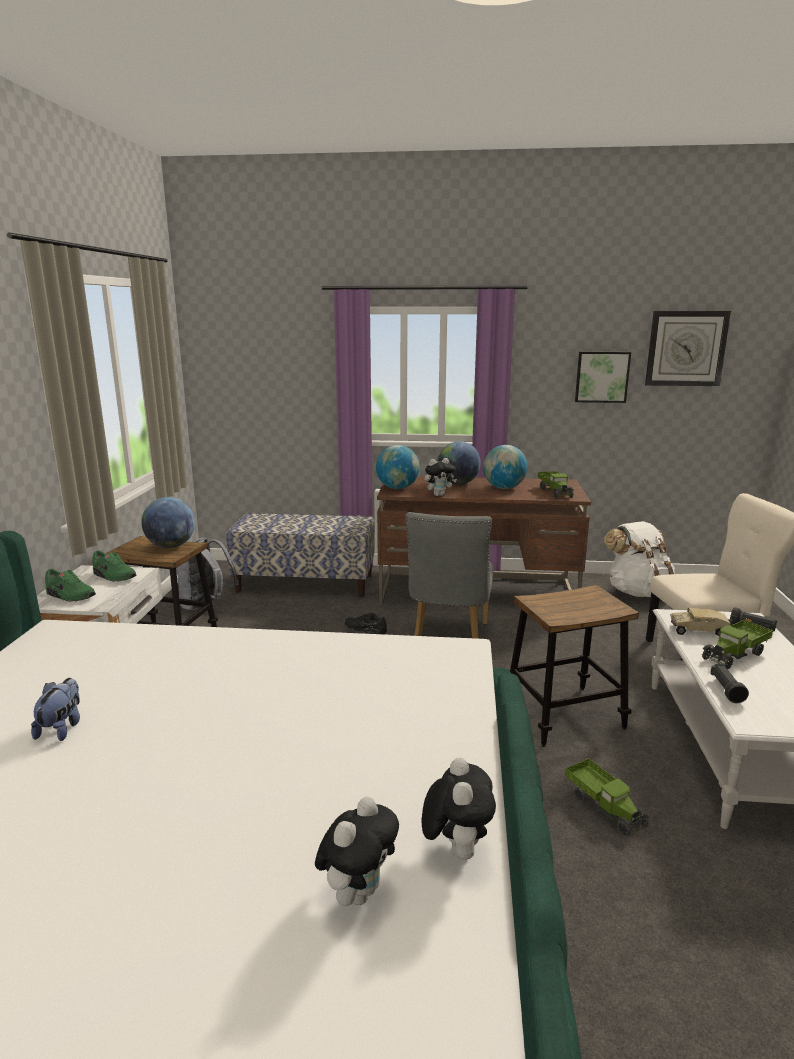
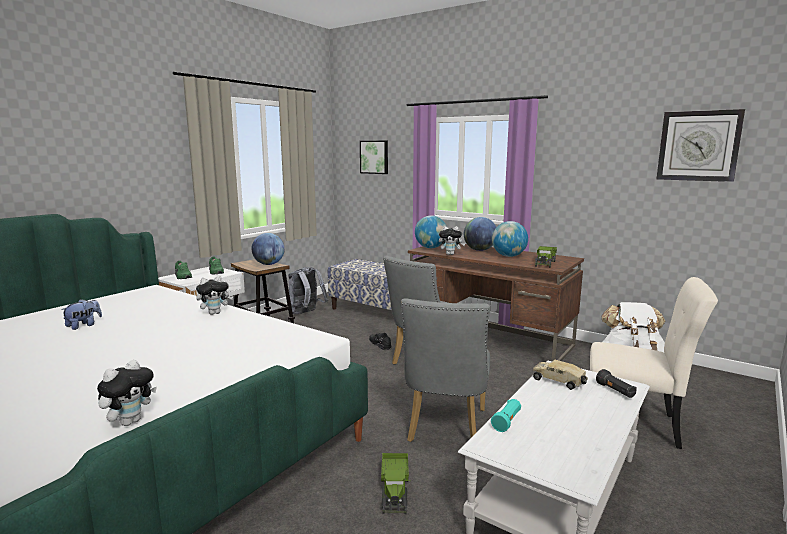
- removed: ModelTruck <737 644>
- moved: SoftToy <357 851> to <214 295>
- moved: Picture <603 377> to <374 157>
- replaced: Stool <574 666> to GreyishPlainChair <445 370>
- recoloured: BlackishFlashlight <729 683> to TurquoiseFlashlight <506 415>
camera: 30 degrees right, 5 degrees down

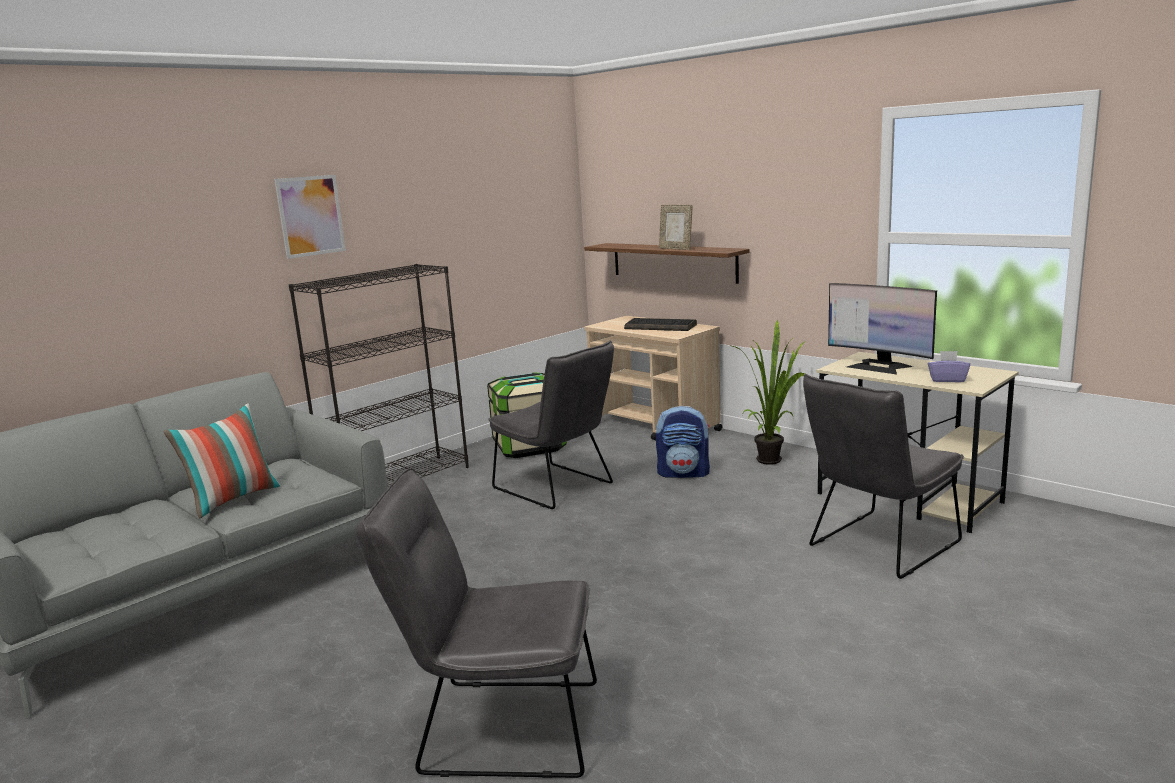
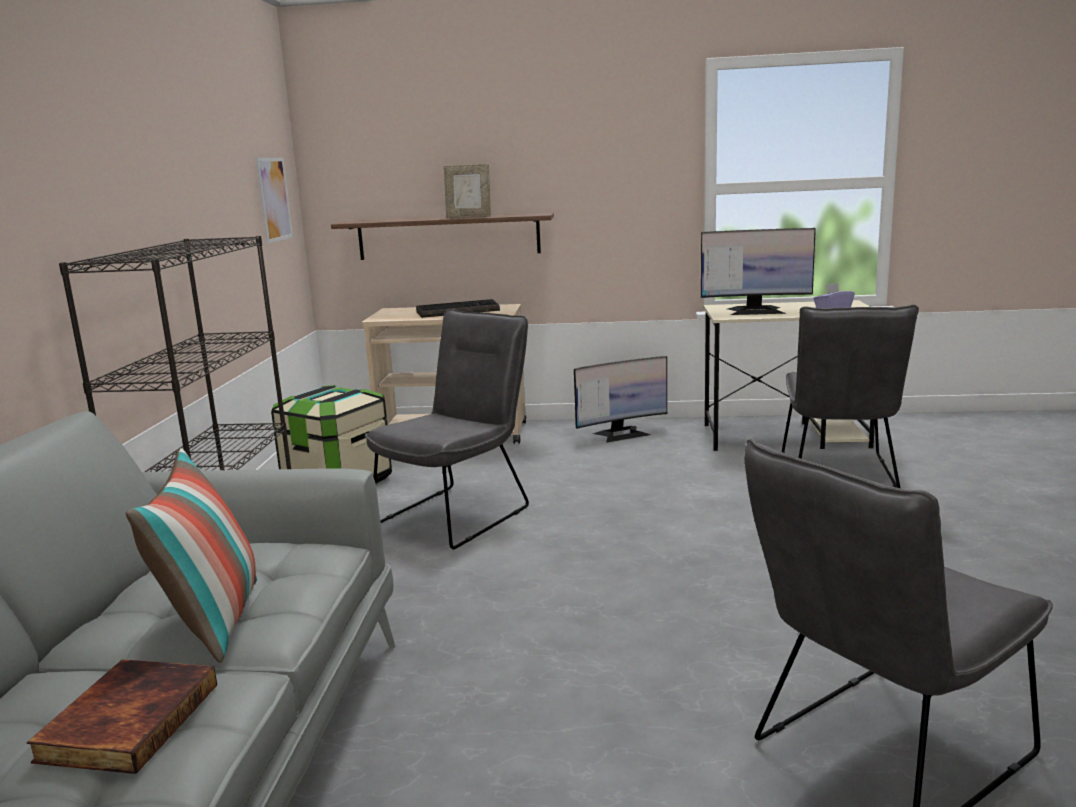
- removed: Rucksack <683 442>
- added: BoundBook <121 716>
- moved: Picture <310 217> to <274 201>
- replaced: Houseplant <769 392> to ComputerDisplay <620 399>
- turned: GreyishPlainChair <551 425> = <447 429> 60 degrees counterclockwise
camera: 40 degrees left, 0 degrees up

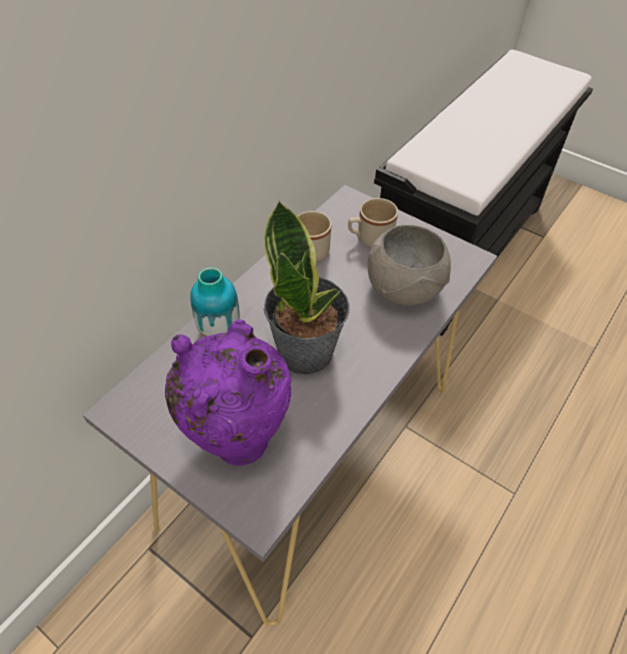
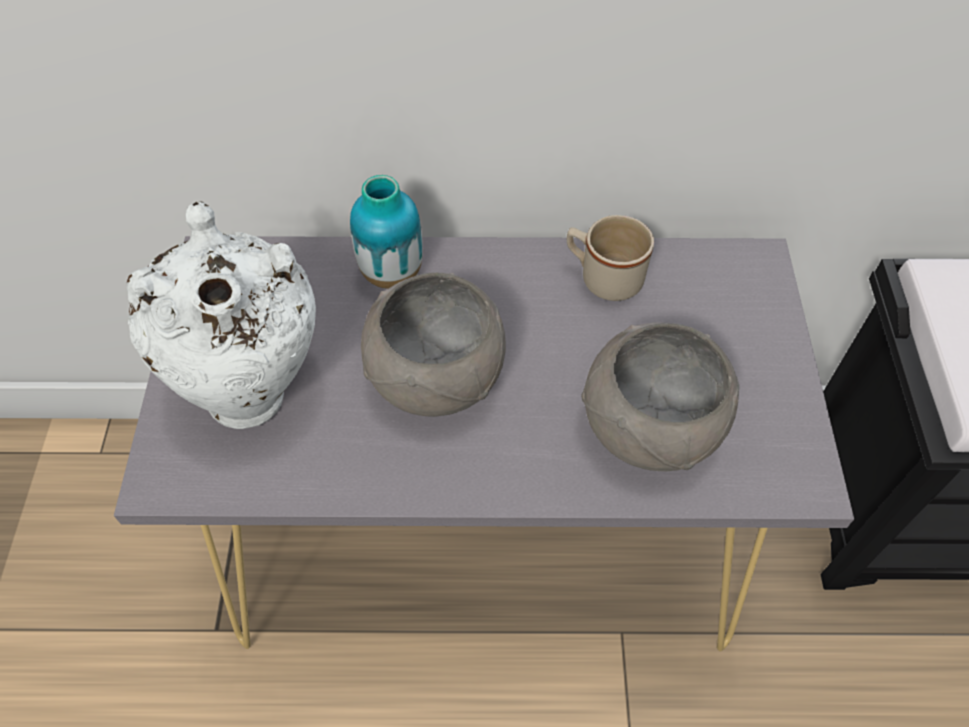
- removed: SandColouredCoffeeMug <373 222>
- replaced: Houseplant <307 287> to GreyishServingBowl <433 344>
- recoloured: PurpleDecorativeVase <228 392> to WhiteColouredDecorativeVase <221 315>
camera: 55 degrees right, 5 degrees up

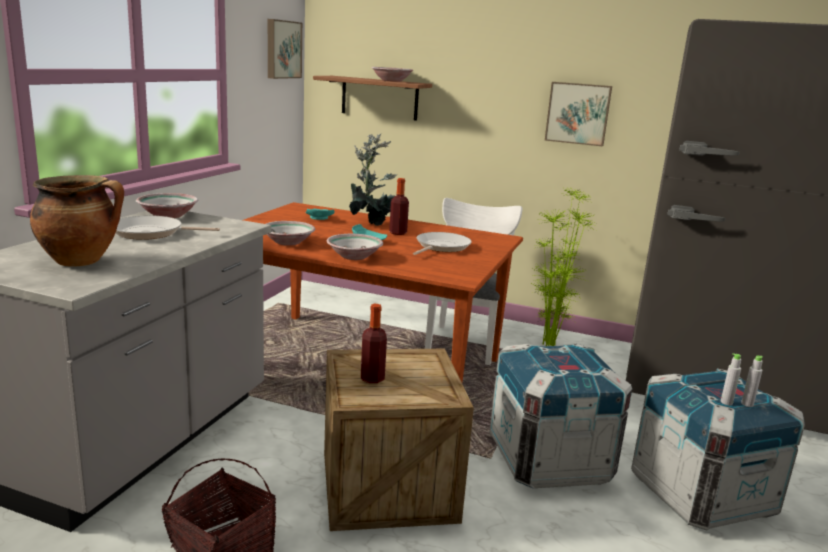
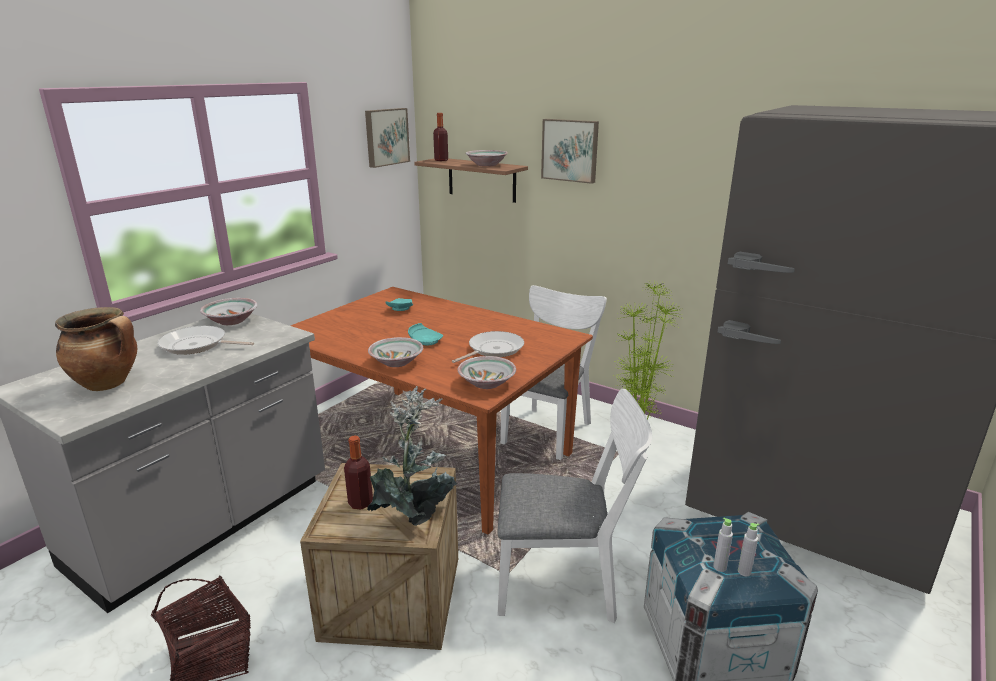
- moved: ServingBowl <290 233> to <487 372>
- moved: Houseplant <373 179> to <412 456>
- moved: BeverageBottle <399 206> to <440 137>
- moved: Picture <578 114> to <570 151>
- replaced: Crate <560 416> to WhiteColouredPlainChair <574 506>
camera: 15 degrees right, 5 degrees up

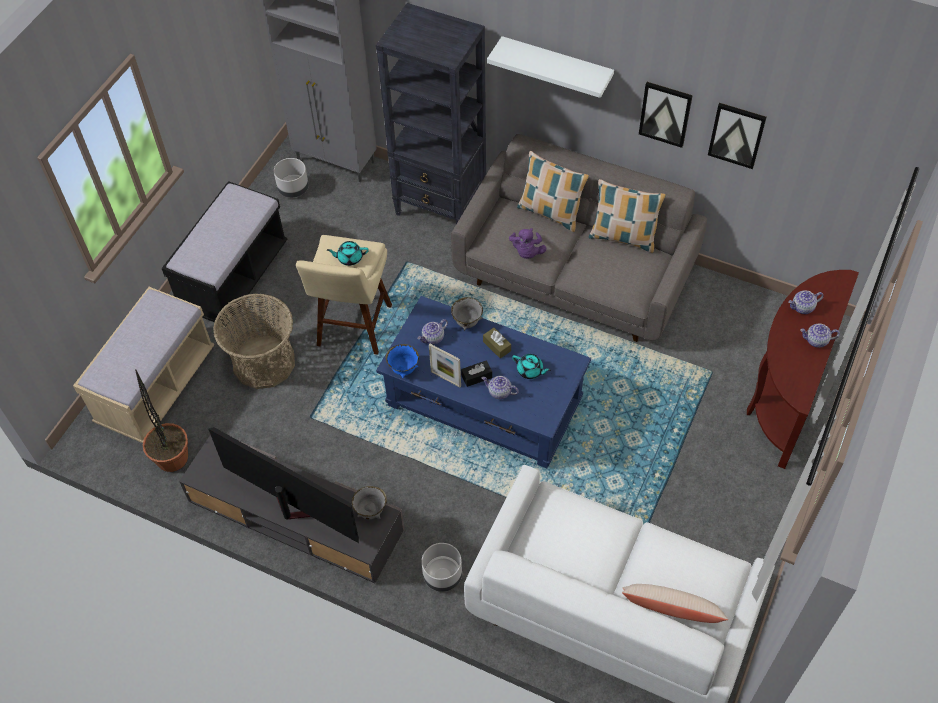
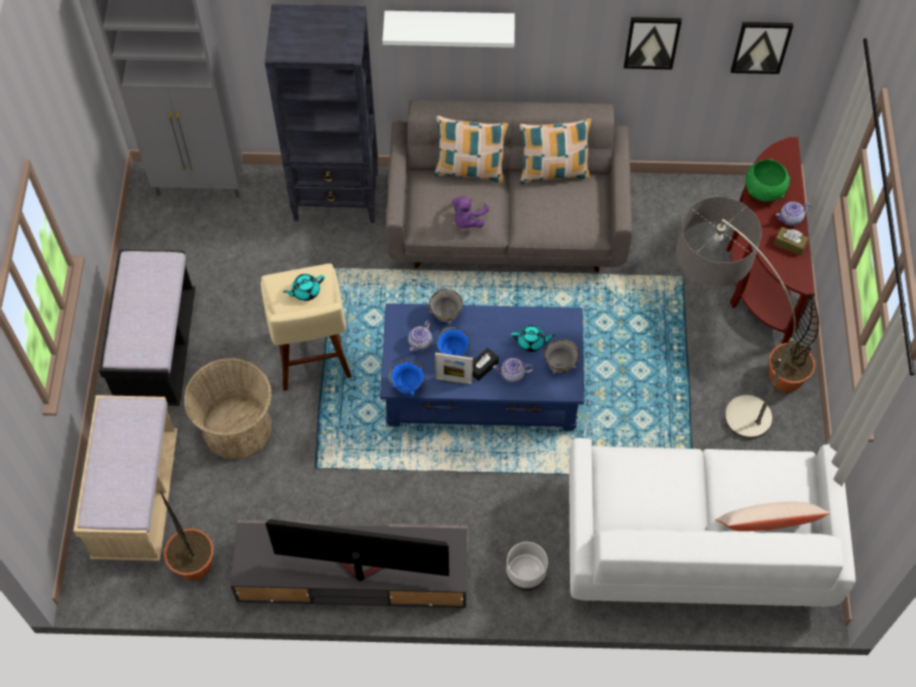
- removed: GreyishPlanter <291 178>
- added: BluishServingBowl <454 342>
- added: StandingLamp <736 318>
- added: Houseplant <794 342>
- moved: GreyishServingBowl <369 502> to <561 356>
- moved: BrownColouredBoxOfTissues <497 343> to <791 241>
- moved: Picture <666 115> to <762 48>
- replaced: Teapot <806 302> to GreenishServingBowl <768 180>
- turned: PurpleSoftToy <527 243> = <470 212> 45 degrees clockwise
camera: 25 degrees left, 5 degrees up

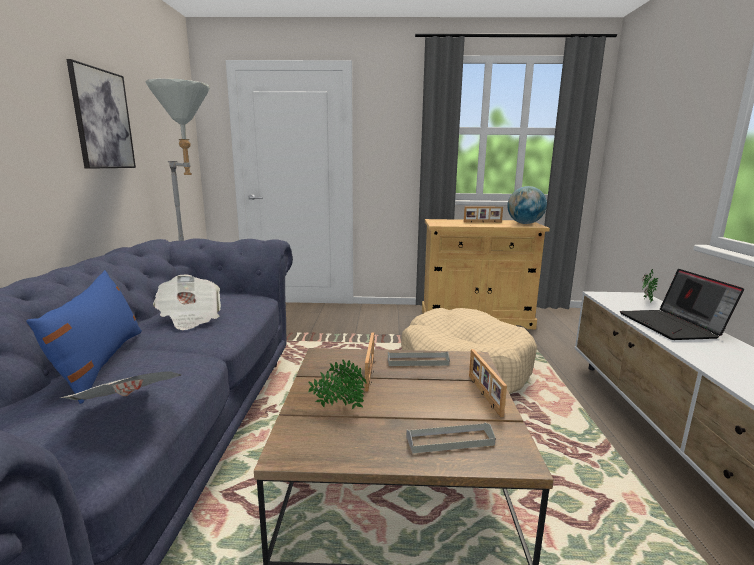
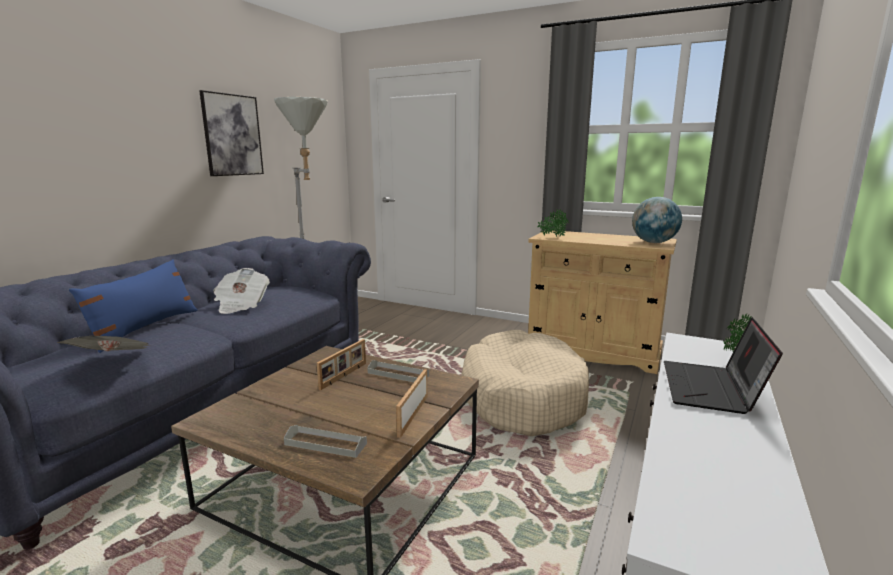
- removed: StandingFrame <483 215>
- moved: Houseplant <337 384> to <553 223>
camera: 25 degrees right, 0 degrees up

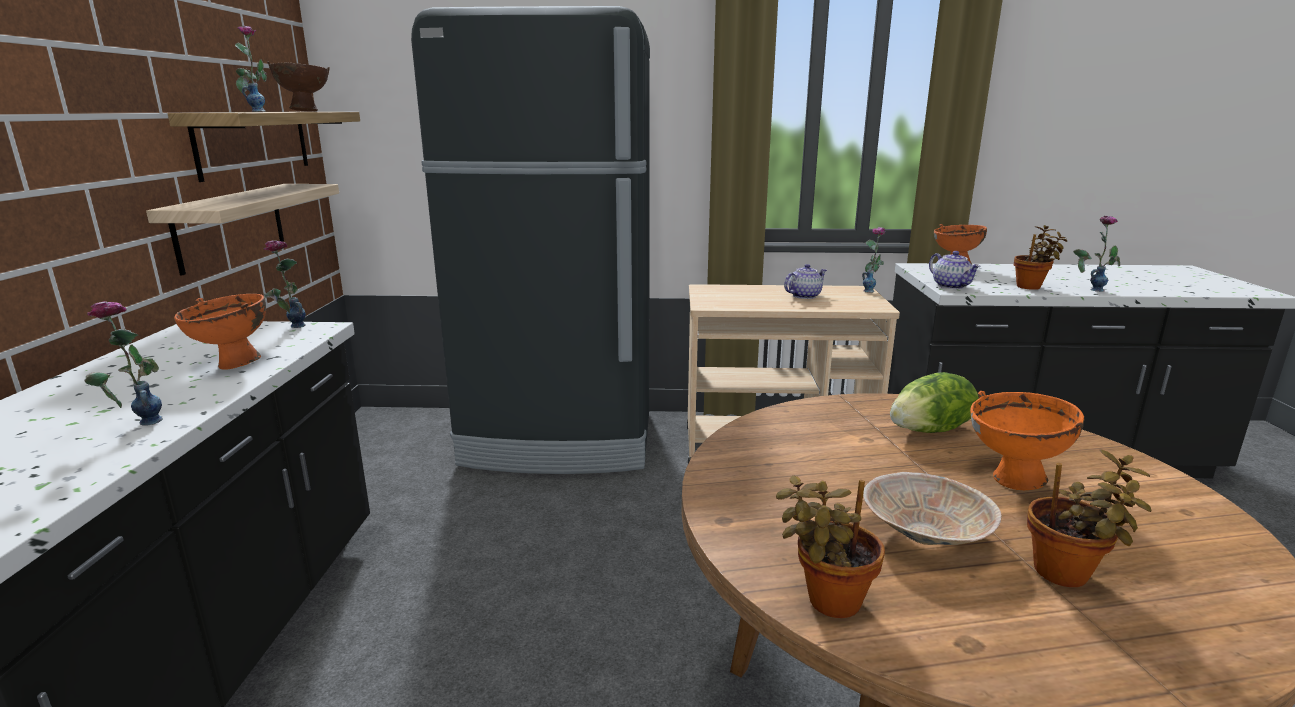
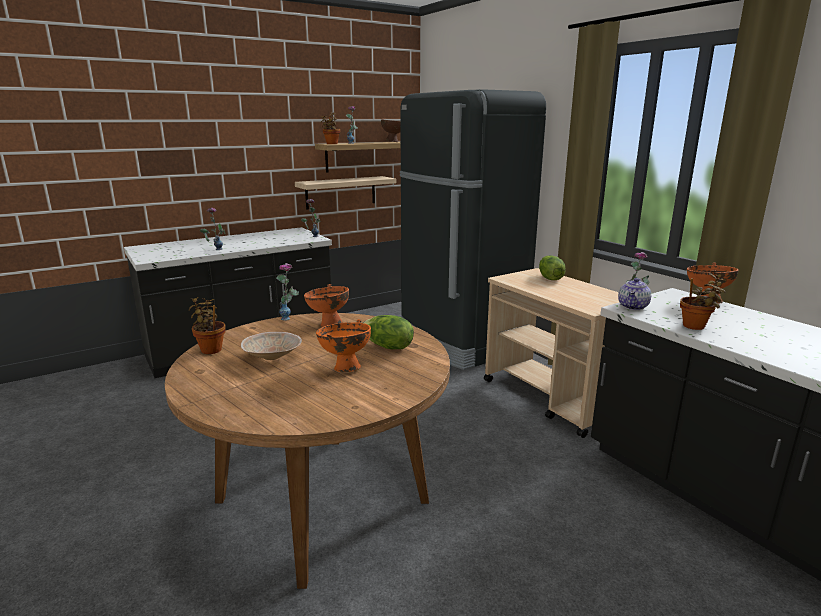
- removed: Teapot <805 281>
- added: HeadOfLettuce <552 267>
- moved: OrangeyServingBowl <220 332> to <326 305>
- moved: Houseplant <1089 518> to <330 128>
- moved: DecorativeVase <1096 254> to <287 292>
camera: 55 degrees right, 0 degrees up

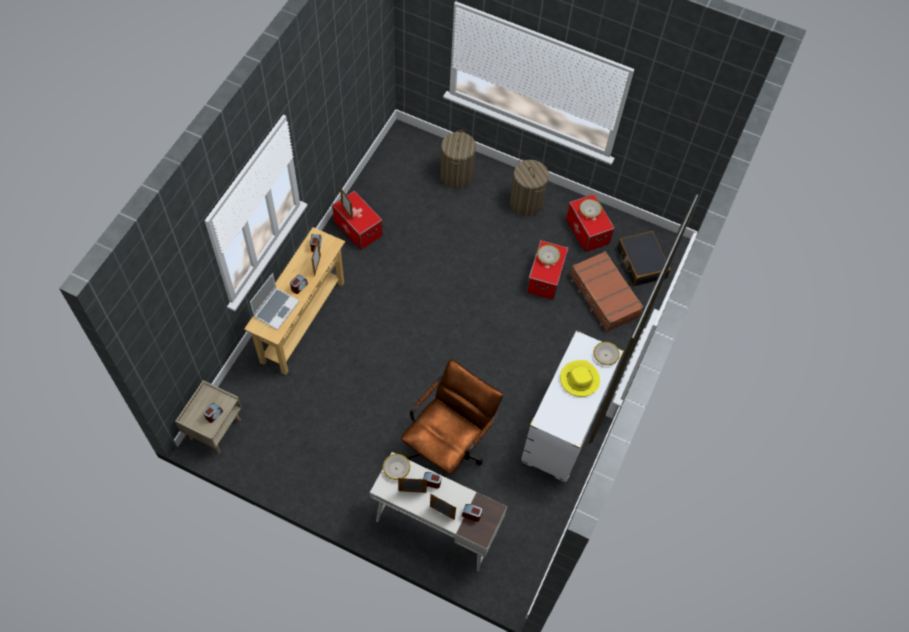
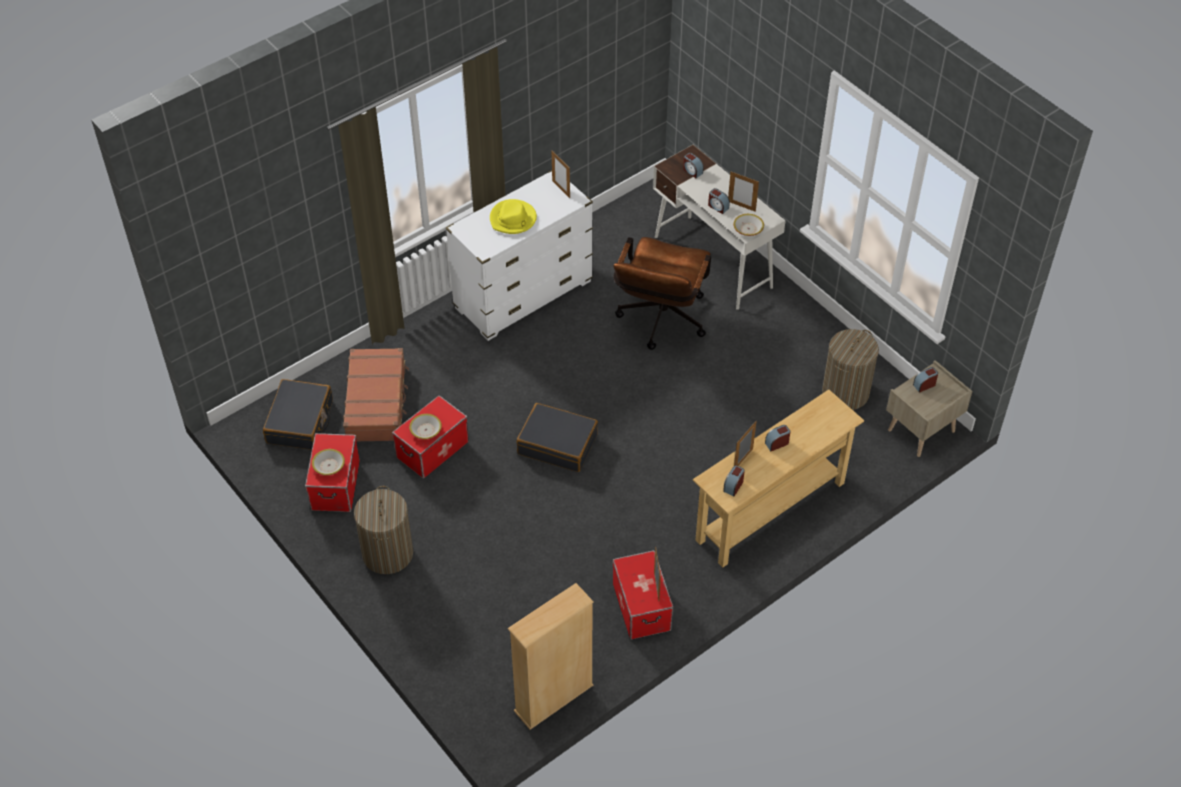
- removed: Laptop <274 301>
- removed: ServingBowl <606 353>
- added: SandColouredBookcase <551 656>
- added: BlackishSuitcase <557 437>
- moved: StandingFrame <443 507> to <561 174>
- moved: Hamper <458 159> to <850 369>
- turned: BrownColouredOfficeChair <452 418> = <662 293> 45 degrees counterclockwise
camera: 150 degrees left, 10 degrees down

